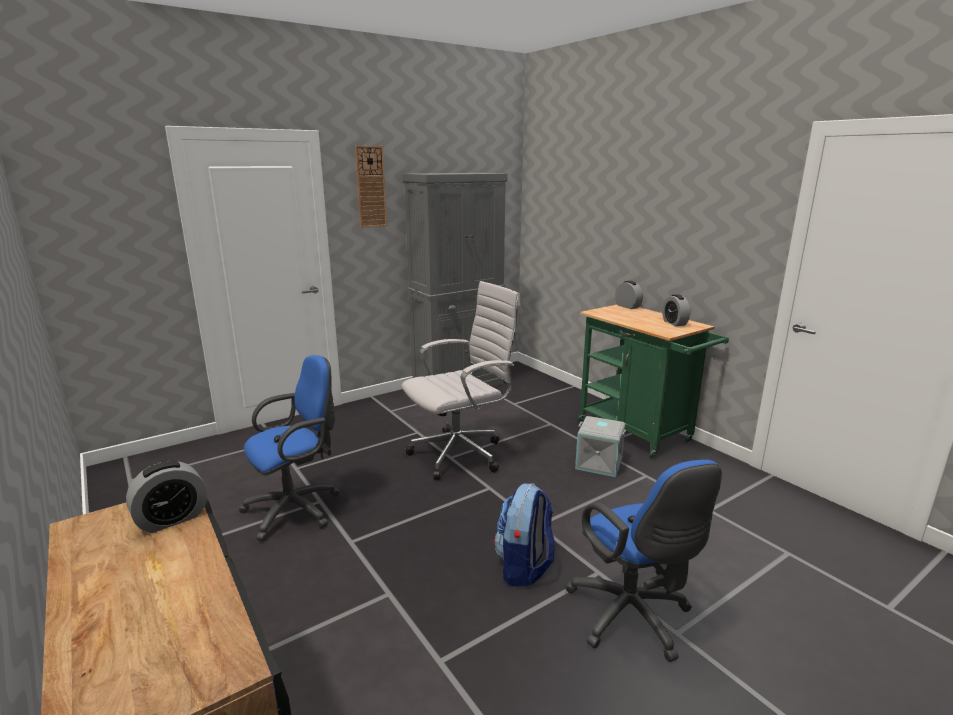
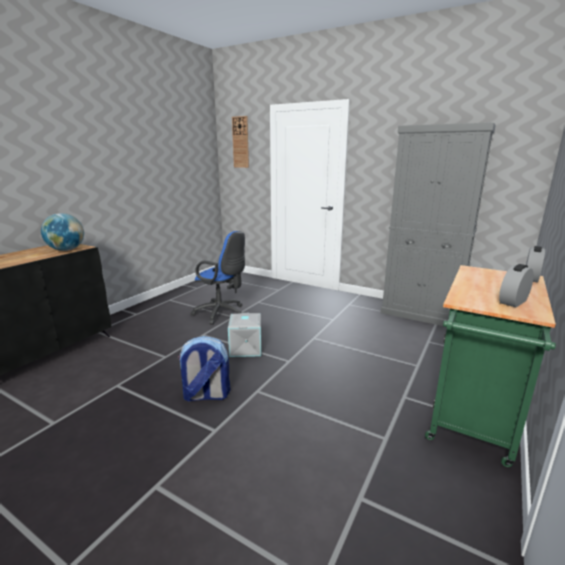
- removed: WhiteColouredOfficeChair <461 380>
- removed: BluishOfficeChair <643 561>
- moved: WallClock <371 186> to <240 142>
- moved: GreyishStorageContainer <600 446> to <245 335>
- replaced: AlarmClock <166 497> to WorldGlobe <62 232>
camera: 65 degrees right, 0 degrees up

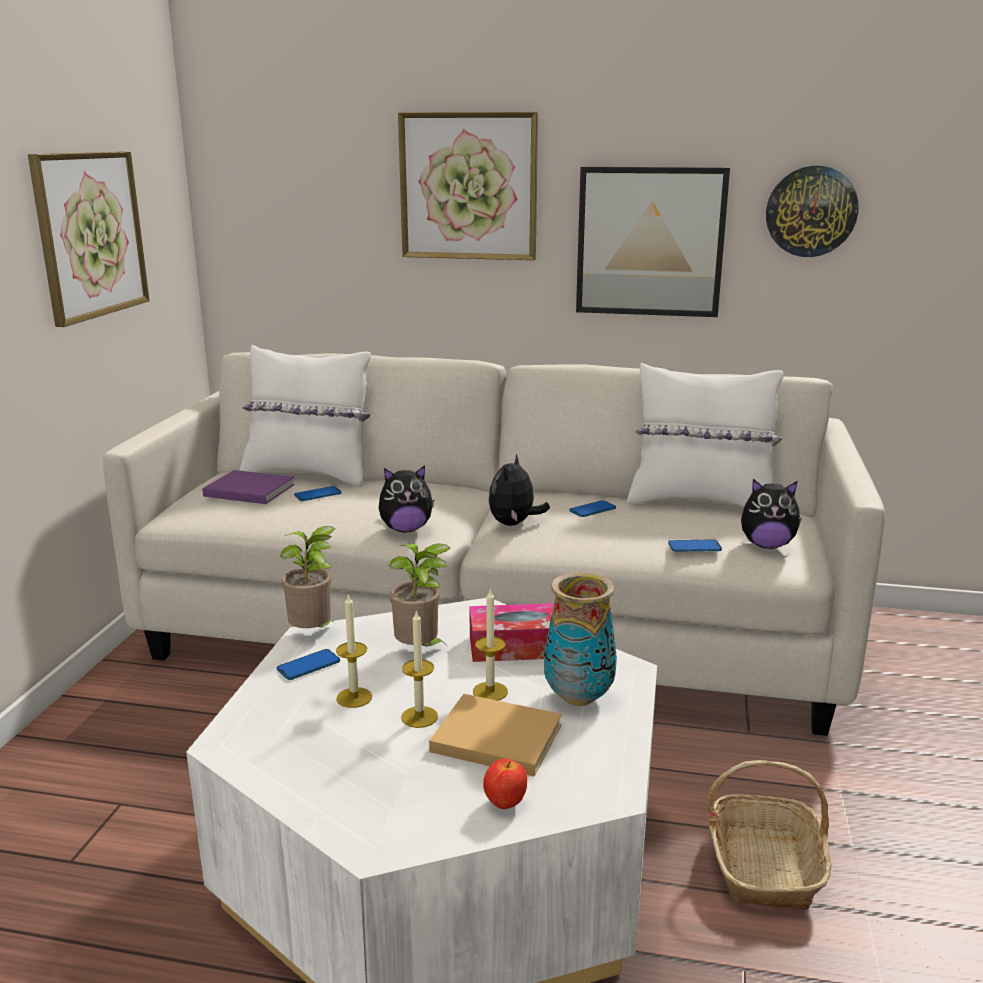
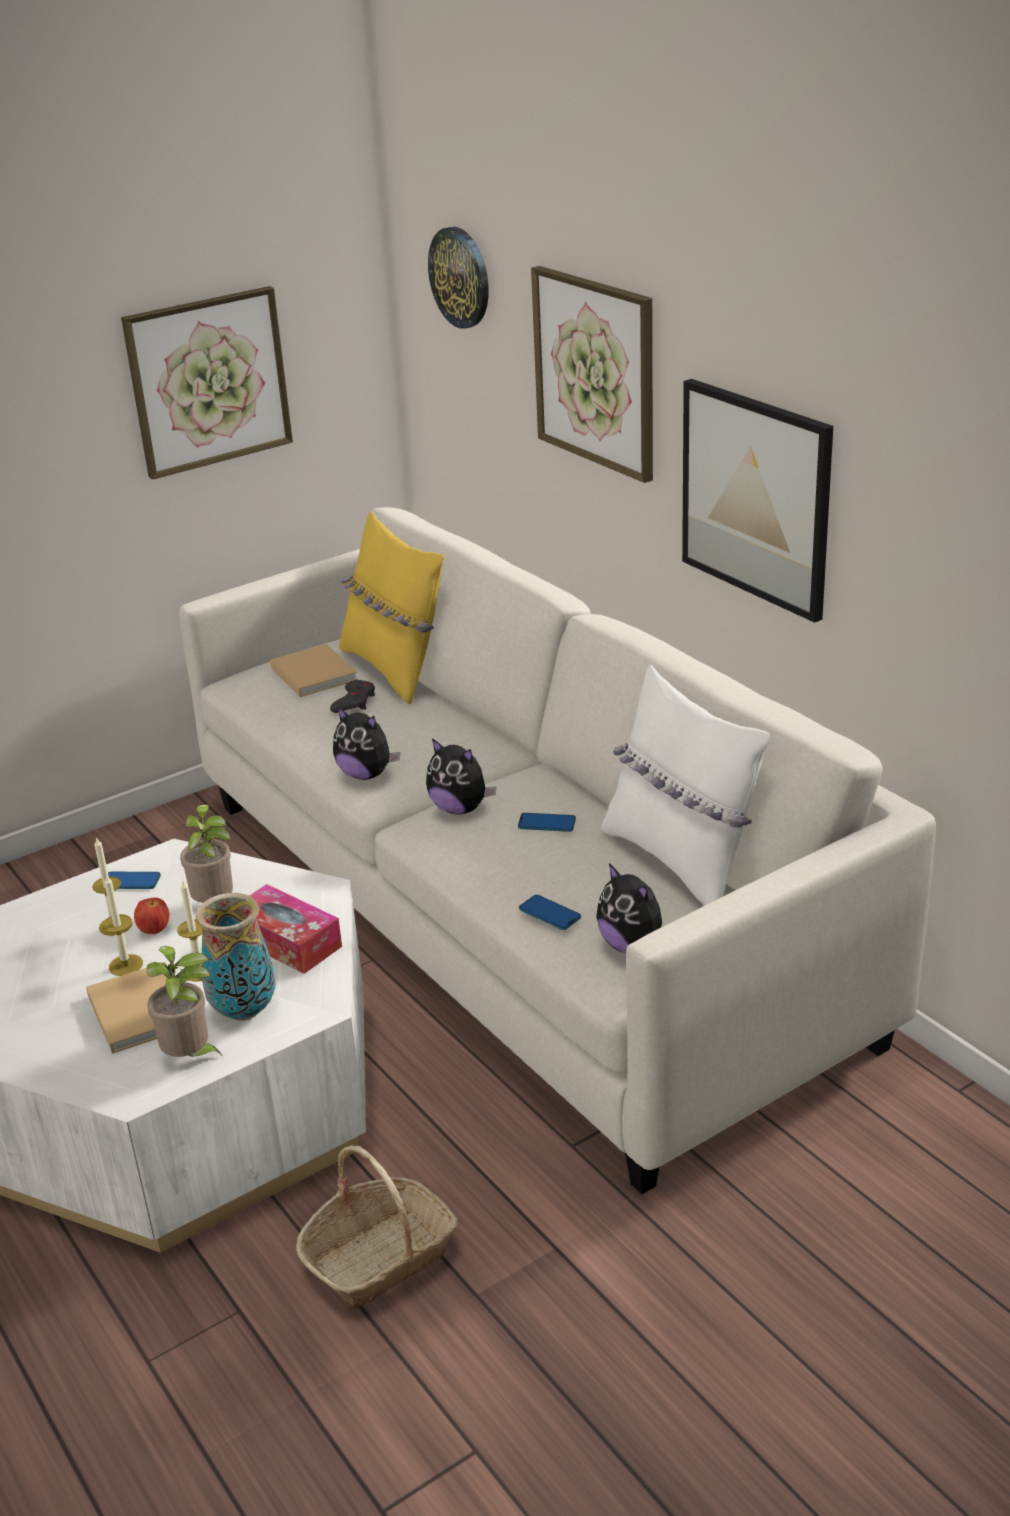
- moved: Houseplant <307 577> to <184 1001>
- moved: Apple <505 784> to <151 916>
- moved: WallClock <812 211> to <458 278>
- replaced: Handset <317 493> to GreyishJoypad <352 696>
- recoloured: PurpleBoundBook <248 487> to SandColouredBoundBook <314 670>
- recoloured: WhiteColouredThrowPillow <305 416> to YellowColouredThrowPillow <391 607>
- turned: SoftToy <519 490> = <461 776> 120 degrees counterclockwise
camera: 45 degrees right, 10 degrees up

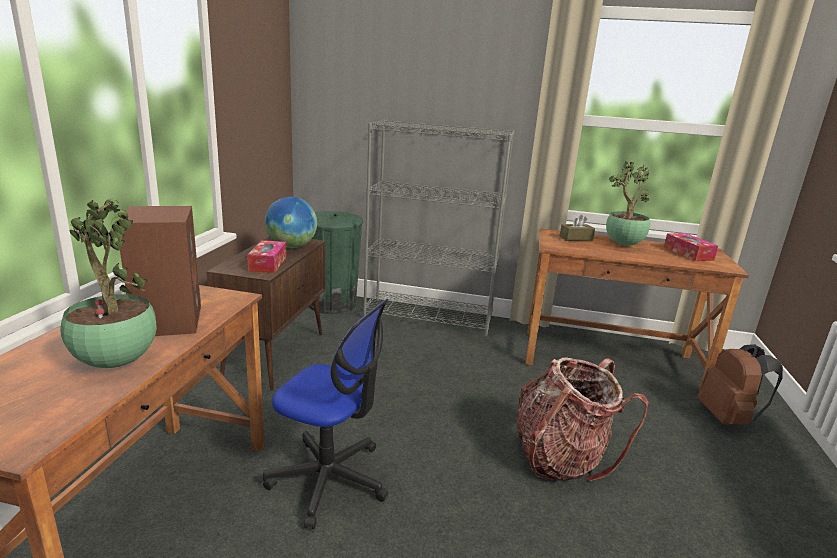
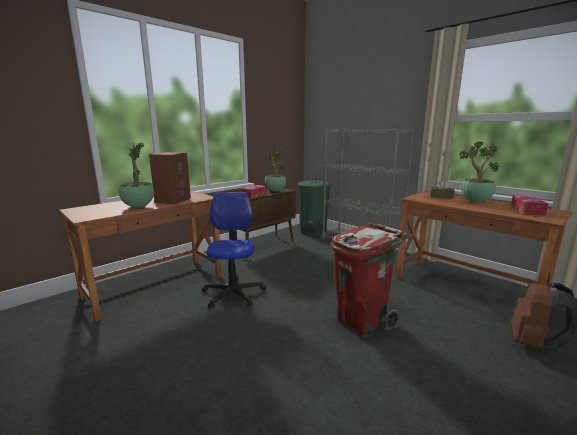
- replaced: WorldGlobe <291 222> to Houseplant <275 169>
- replaced: Rucksack <582 419> to ReddishWasteBin <369 280>
- turned: OfficeChair <326 414> = <234 250> 150 degrees counterclockwise
camera: 35 degrees right, 5 degrees down

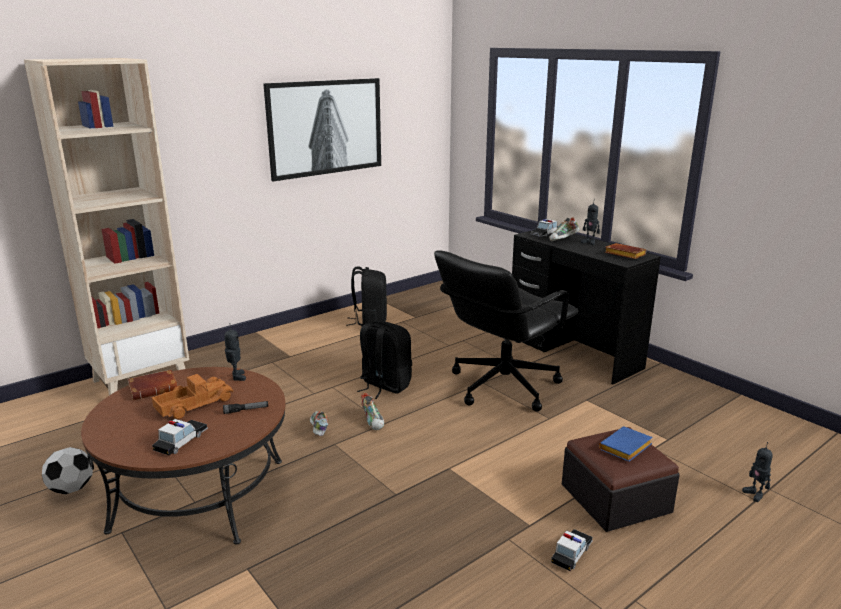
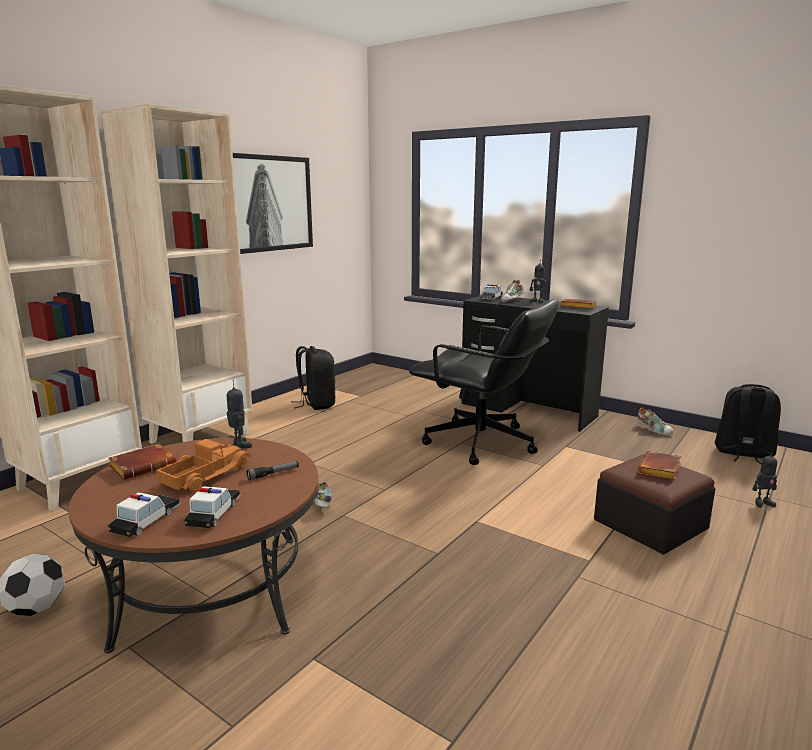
- added: SandColouredBookcase <177 274>
- moved: BlackishRucksack <384 360> to <748 424>
- moved: LowShoe <372 412> to <655 421>
- moved: MiniatureCar <572 550> to <144 514>
- recoloured: BluishBoundBook <626 444> to BrownColouredBoundBook <659 465>
- turned: BlackishOfficeChair <506 331> = <484 382> 90 degrees counterclockwise
- turned: ToyRobot <757 472> = <764 478> 60 degrees counterclockwise
camera: 15 degrees left, 5 degrees down

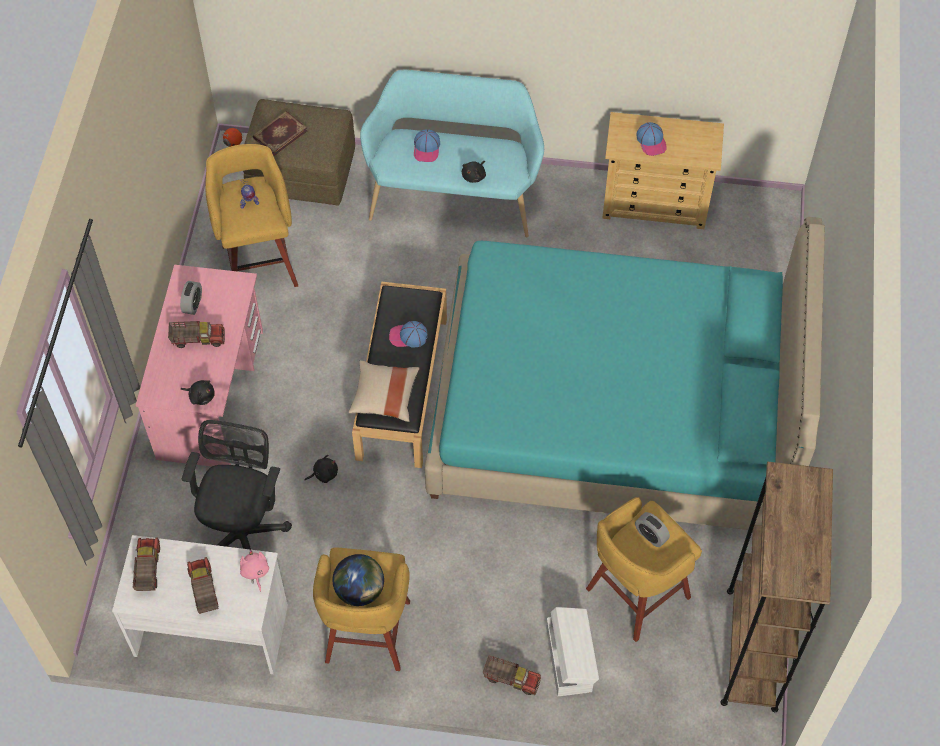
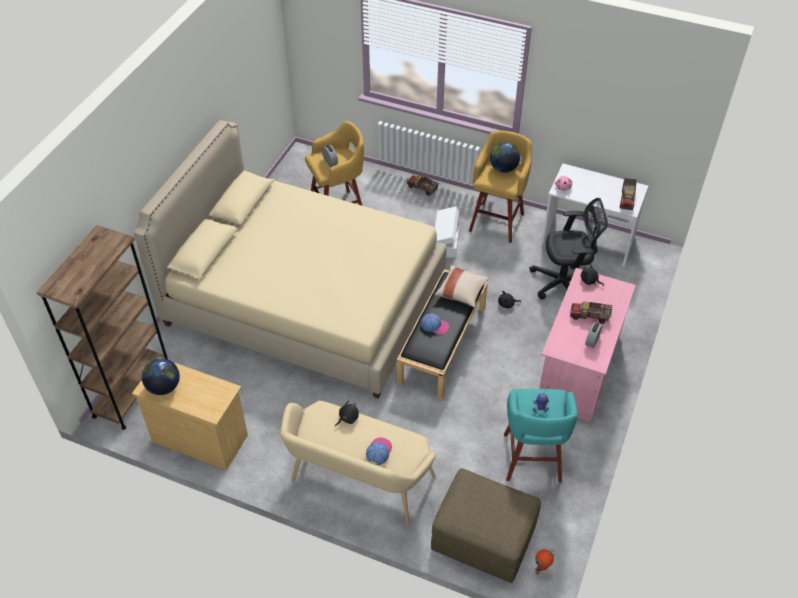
- removed: ModelTruck <203 585>
- removed: BoundBook <280 133>
- removed: PeakedCap <651 139>
- added: WorldGlobe <161 376>
- moved: WhiteColouredStorageContainer <572 651> to <447 232>
- moved: BrownColouredBookcase <777 587> to <102 327>
- recoloured: YellowColouredStool <251 215> to TurquoiseStool <540 435>
- recoloured: TurquoiseBench <452 154> to SandColouredBench <358 462>
- recoloured: TurquoiseSleepingBed <625 373> to SandColouredSleepingBed <290 259>
- turned: BlackishOfficeChair <237 484> = <568 248> 120 degrees counterclockwise
camera: 165 degrees left, 10 degrees down

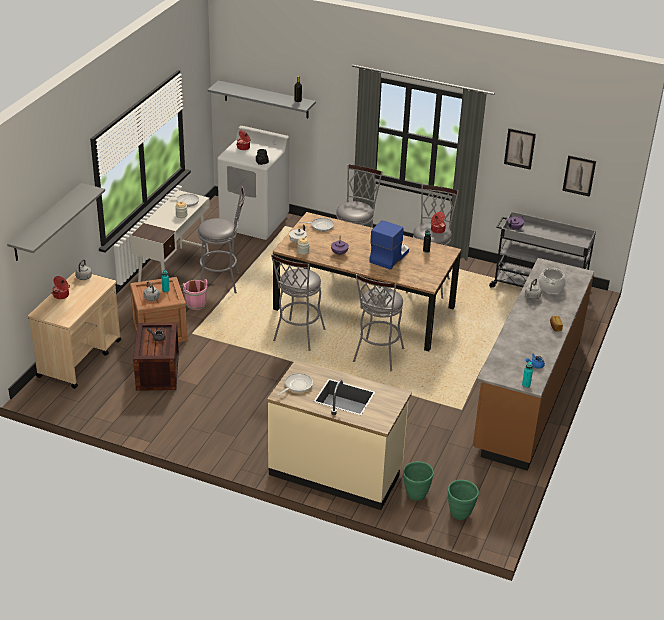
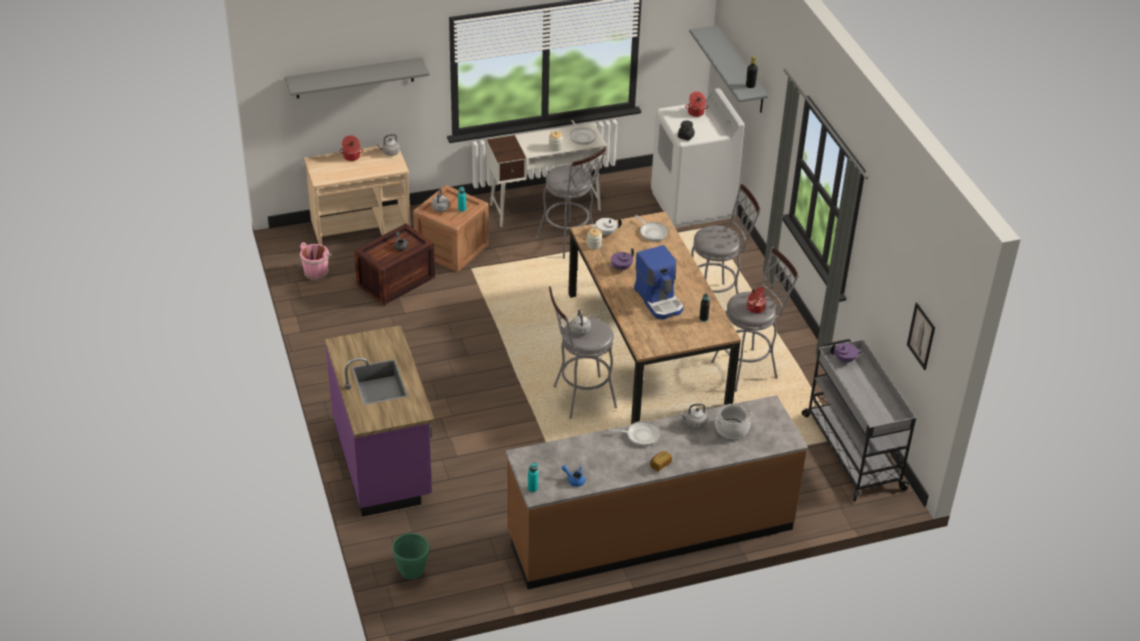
- removed: GreyishStool <298 302>
- removed: GreenishPlanter <418 481>
- removed: Picture <520 149>
- moved: PinkWaterBucket <195 294> to <316 261>
- moved: FryingPan <295 384> to <634 433>
- recoloured: SandColouredKitchenCounter <339 434> to PurpleKitchenCounter <380 421>
- turned: CoffeeMaker <389 245> = <659 282> 75 degrees clockwise
camera: 50 degrees right, 5 degrees up

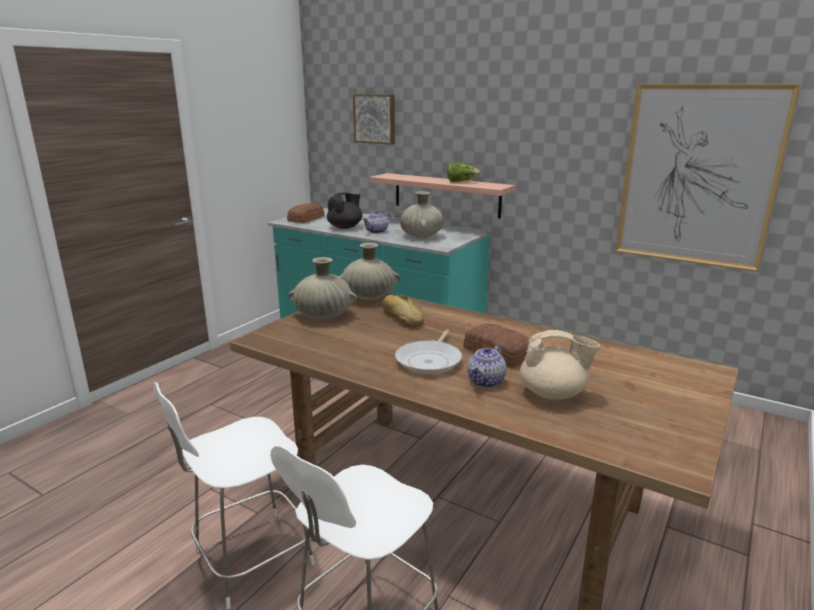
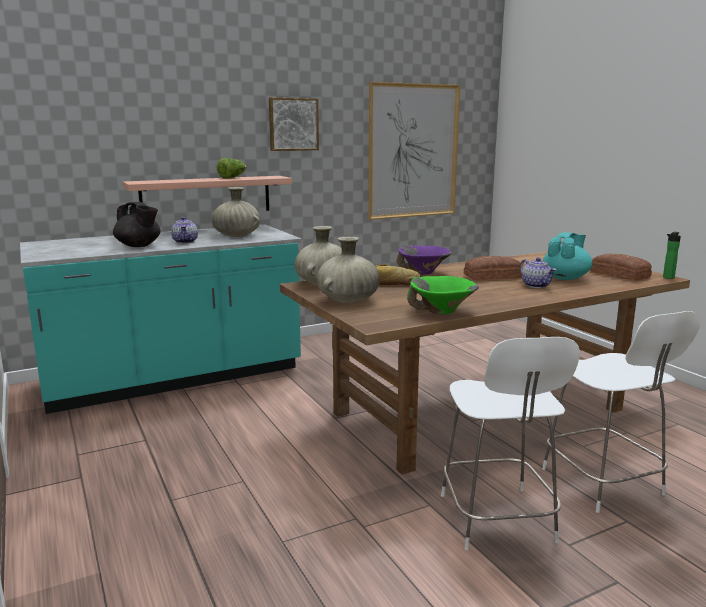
- removed: FryingPan <428 351>
- added: PurpleServingBowl <424 259>
- added: GreenishServingBowl <443 295>
- added: BeverageBottle <672 255>
- moved: BakeryBread <306 213> to <621 267>
- moved: Picture <374 119> to <294 124>
- recoloured: SandColouredTeapot <560 365> to TurquoiseTeapot <568 256>
- turned: BlackishTeapot <345 211> = <137 224> 150 degrees clockwise
camera: 60 degrees left, 5 degrees down

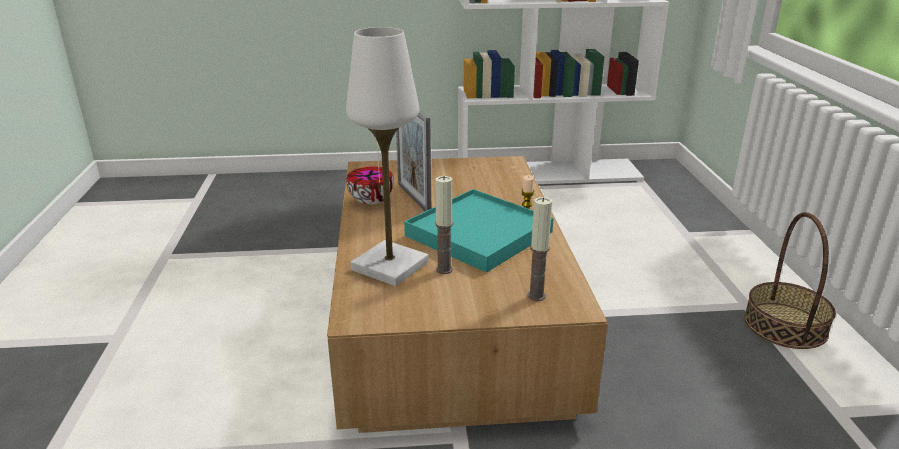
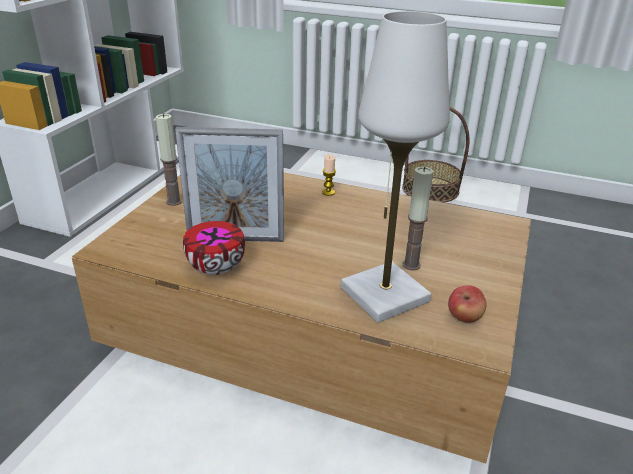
- removed: TurquoiseServingTray <479 231>
- added: Apple <467 304>
- moved: WaxCandle <539 249> to <169 159>
camera: 65 degrees left, 5 degrees up

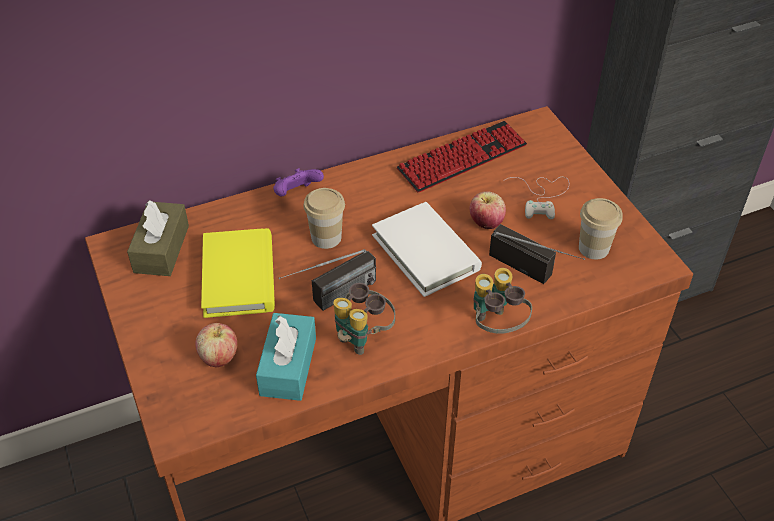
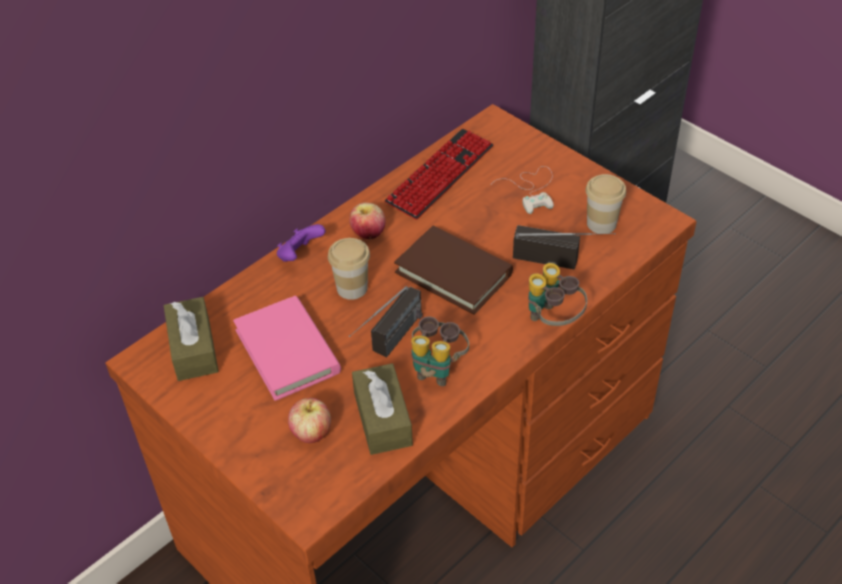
- moved: Apple <487 210> to <367 220>
- recoloured: YellowColouredBoundBook <238 273> to PinkBoundBook <287 348>
- recoloured: TurquoiseBoxOfTissues <286 357> to BrownColouredBoxOfTissues <382 409>
- recoloured: WhiteColouredBoundBook <427 249> to BrownColouredBoundBook <453 270>
camera: 20 degrees left, 0 degrees up

